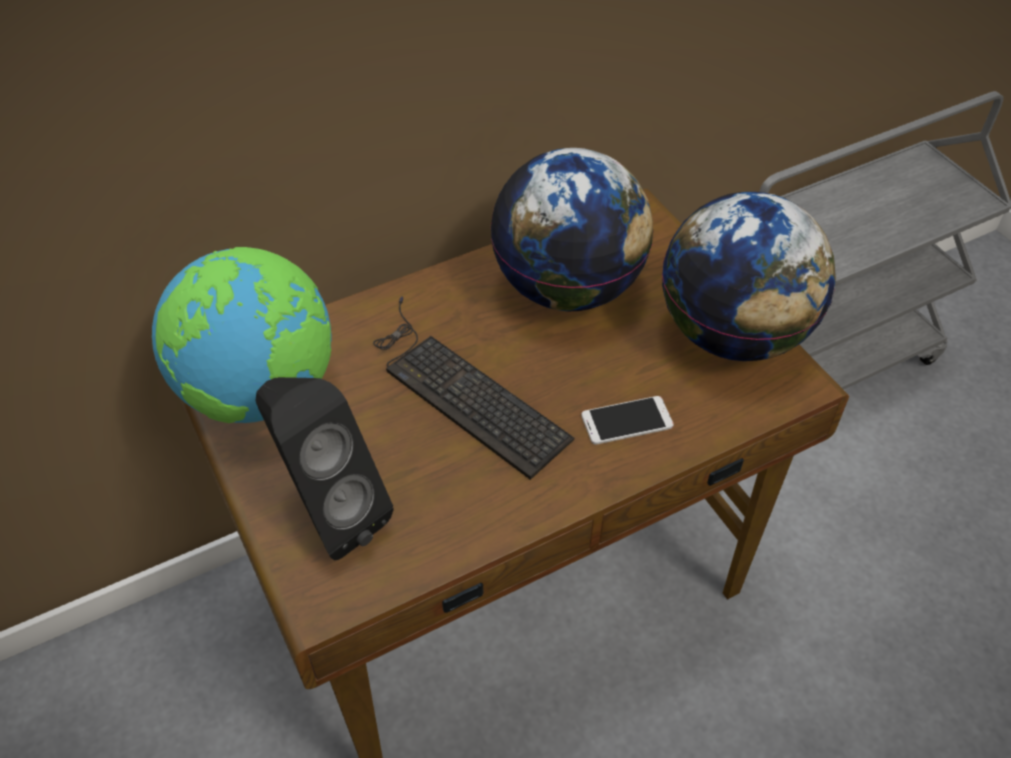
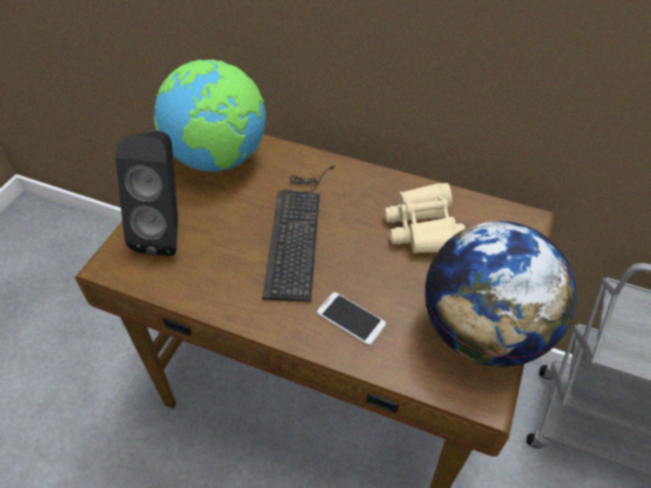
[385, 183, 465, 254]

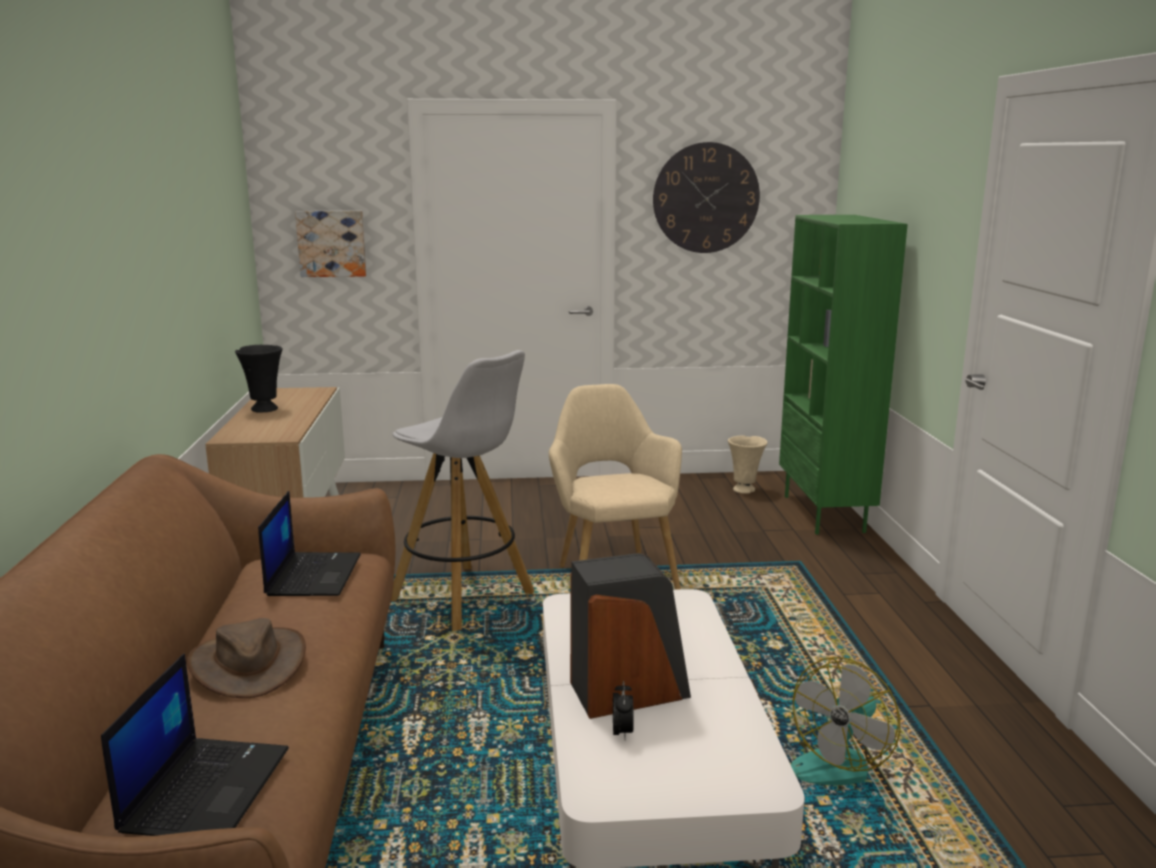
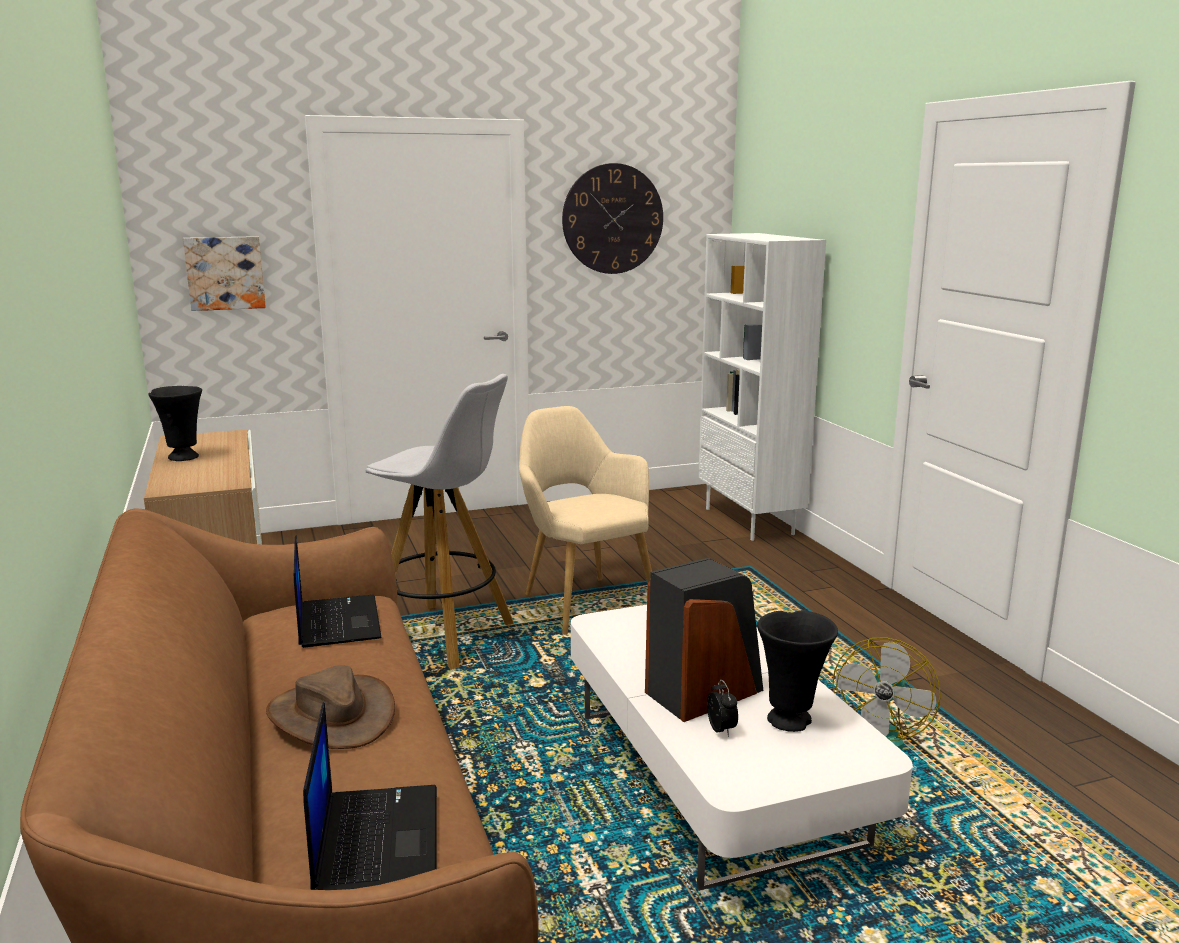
[728, 435, 767, 494] (first image)
[757, 610, 838, 732]
[698, 233, 826, 541]

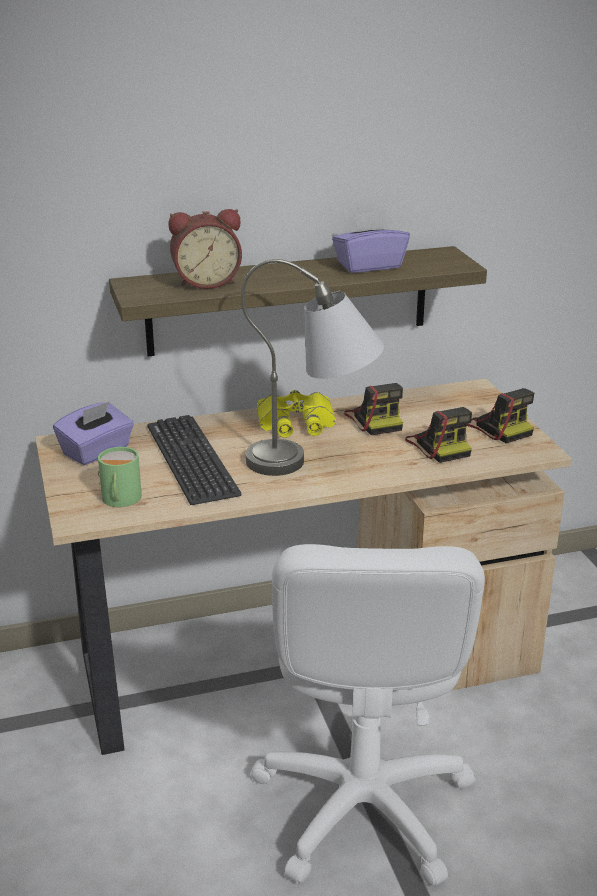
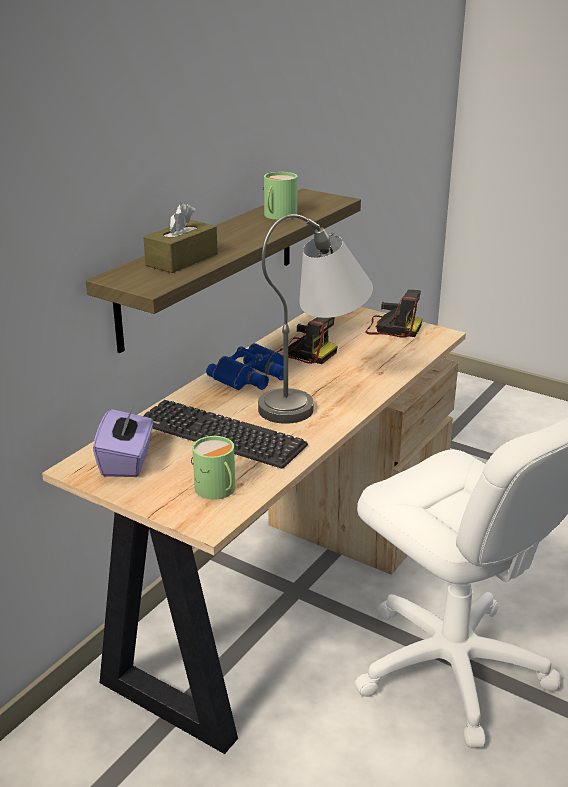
[405, 407, 472, 463] (first image)
[143, 203, 218, 273]
[263, 172, 298, 220]
[206, 343, 283, 390]

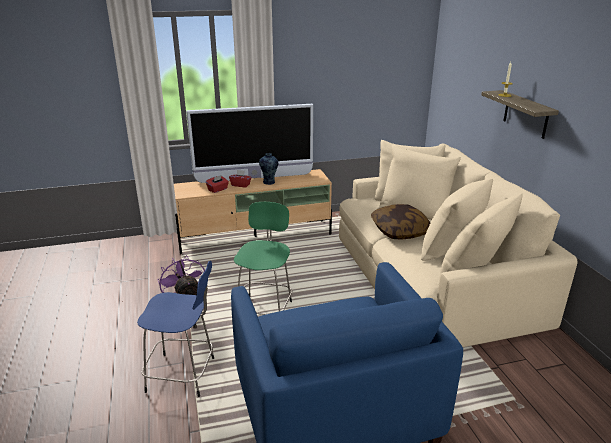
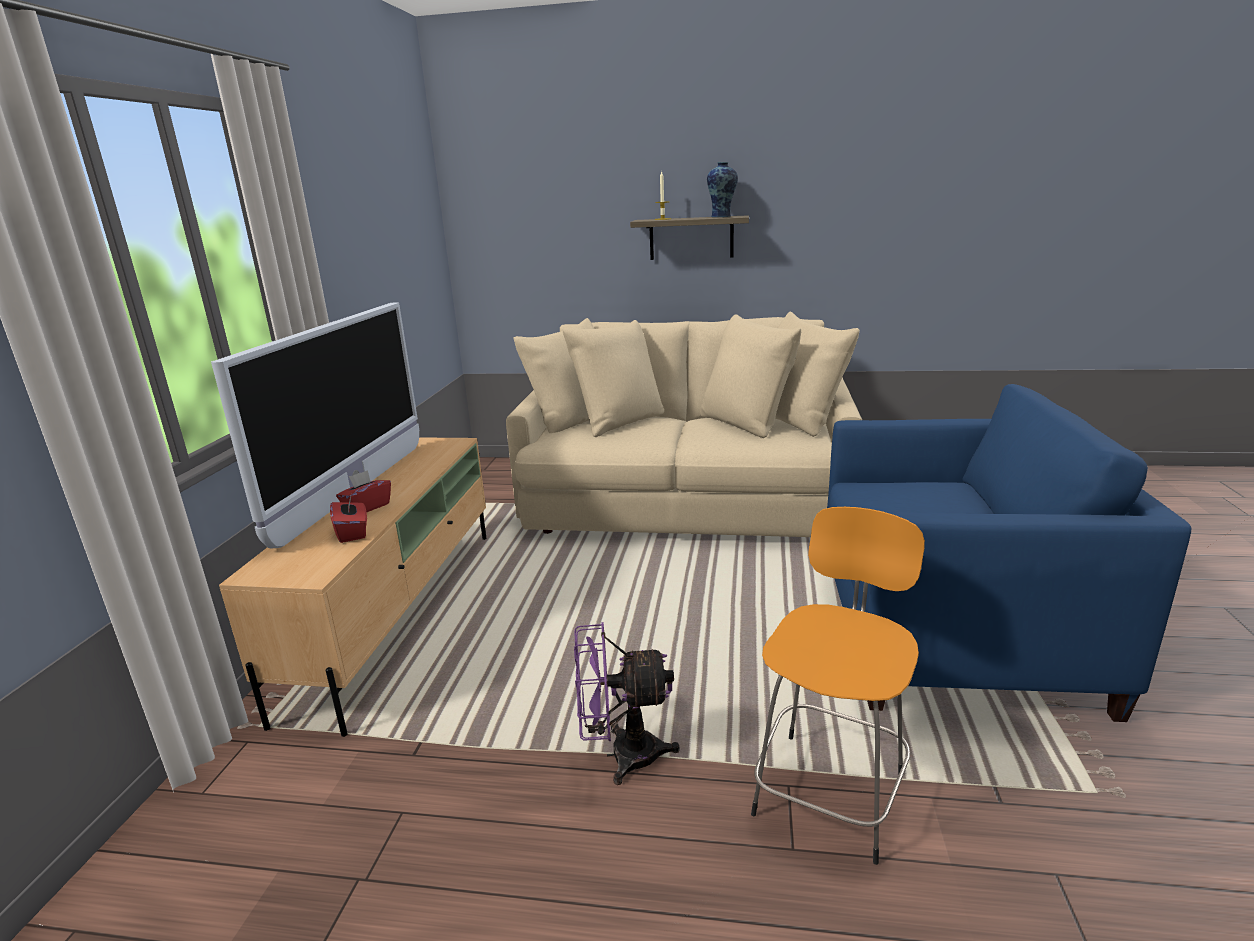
[234, 202, 292, 315] (first image)
[371, 204, 430, 240] (first image)
[707, 162, 738, 217]
[751, 507, 925, 865]

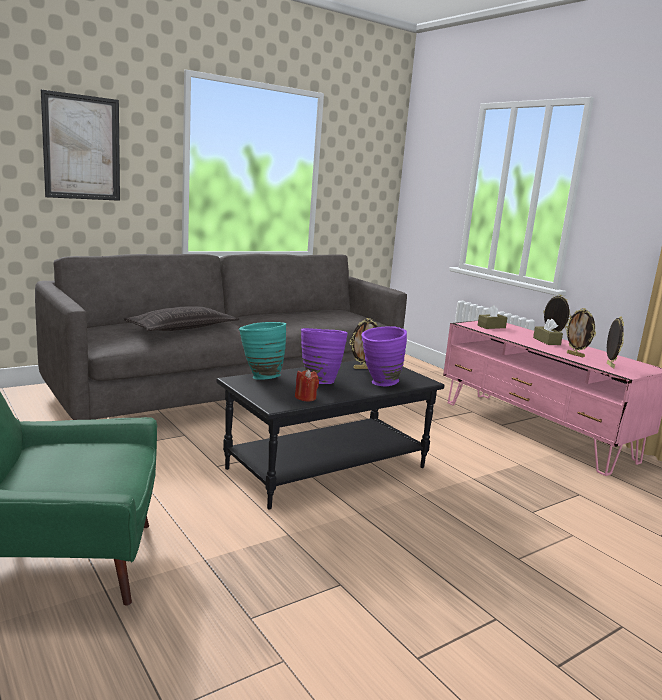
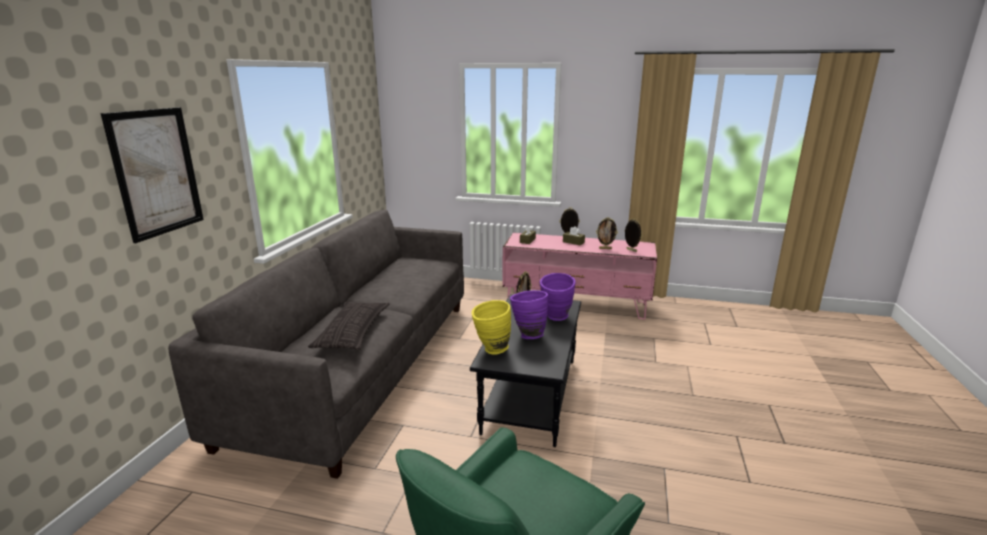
[295, 369, 319, 401] (first image)
[472, 300, 511, 355]

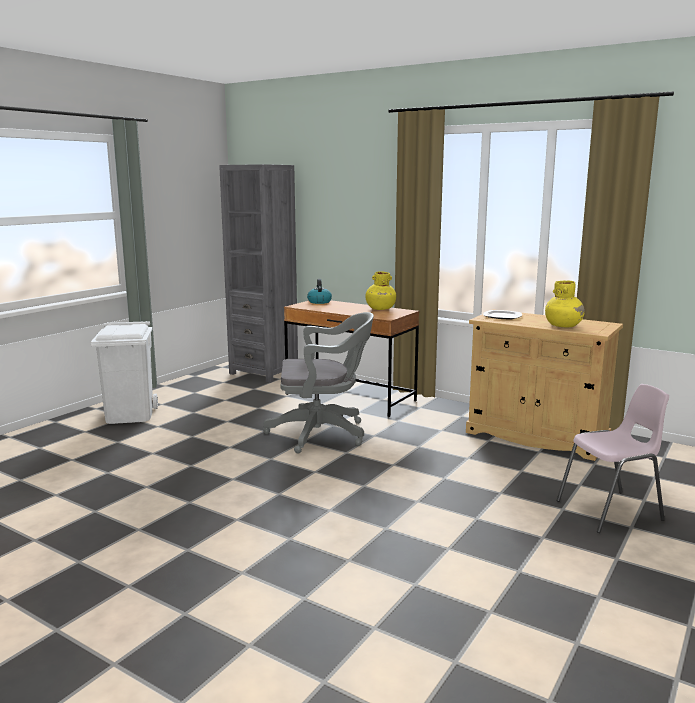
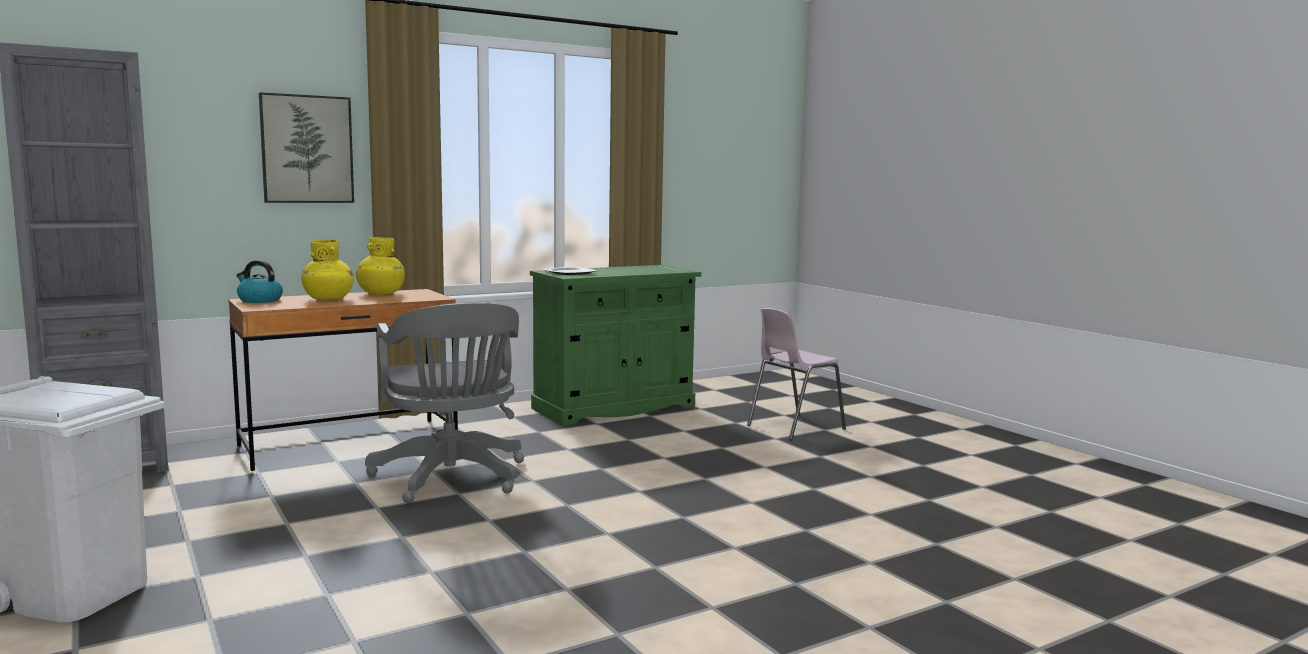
[259, 92, 354, 203]
[301, 239, 354, 300]
[530, 265, 701, 426]
[365, 303, 524, 503]
[747, 308, 846, 441]

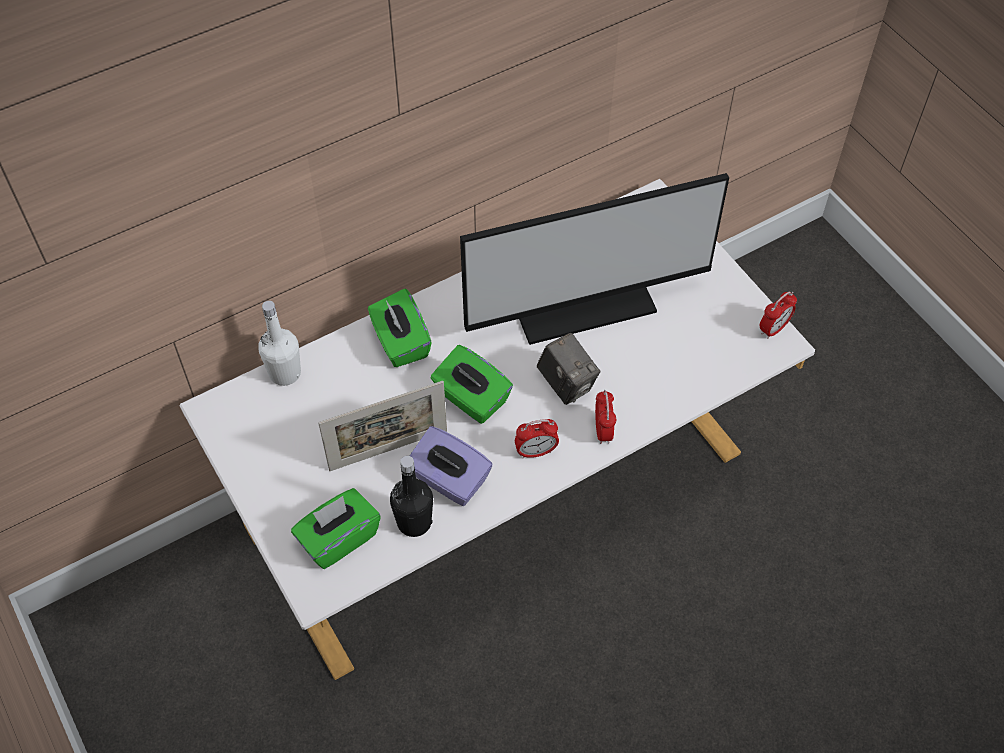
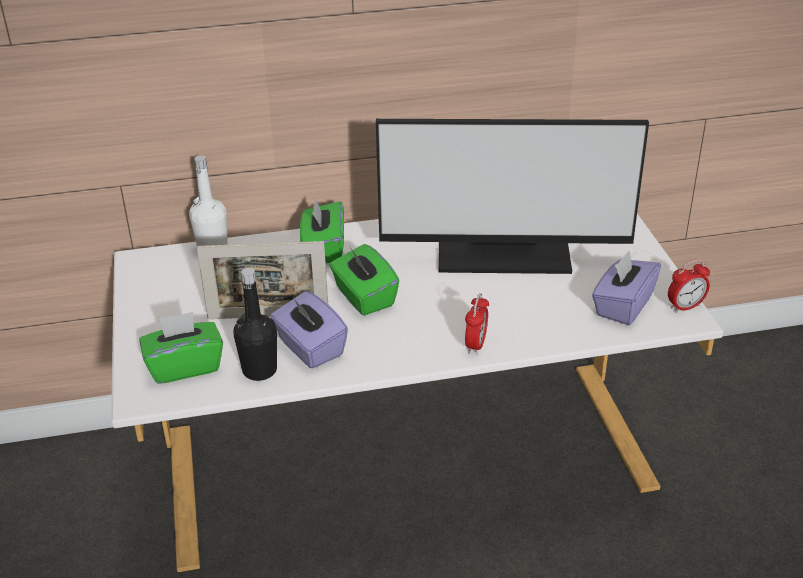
[515, 419, 559, 458] (first image)
[537, 333, 600, 405] (first image)
[592, 251, 661, 325]

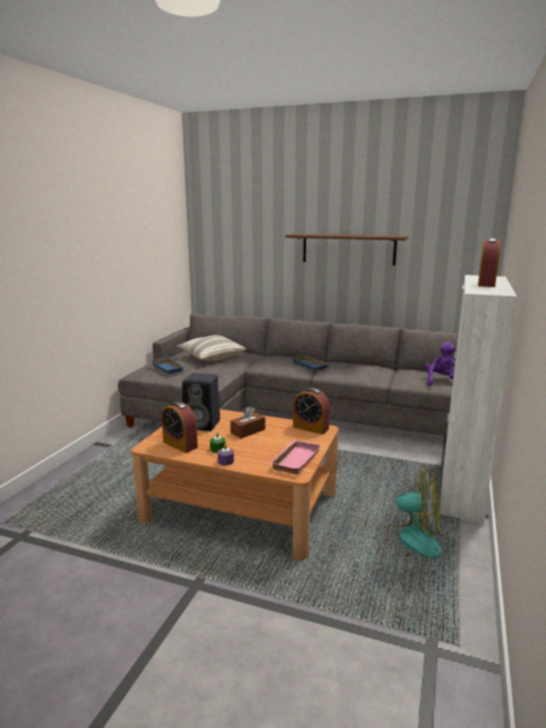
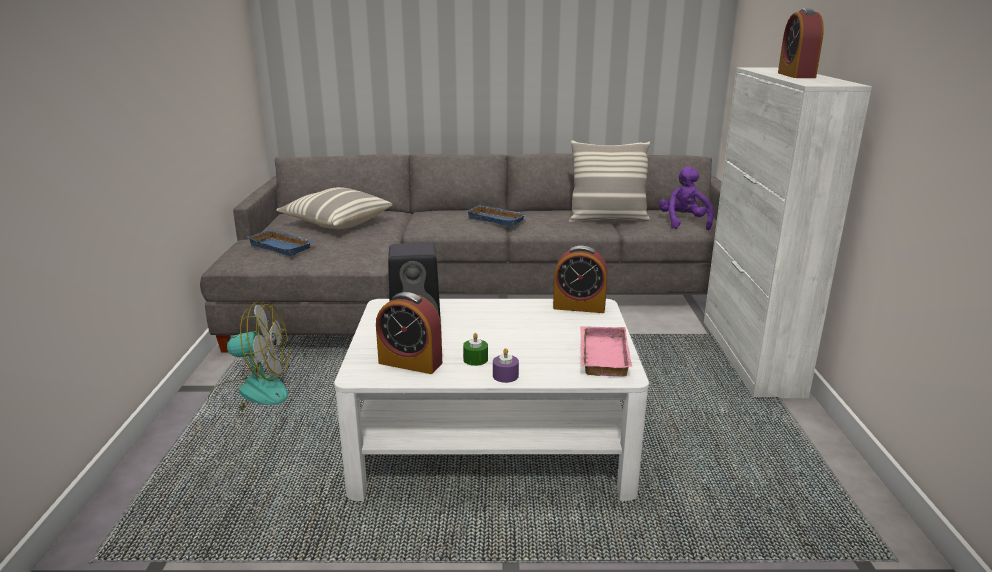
[230, 407, 265, 439] (first image)
[285, 234, 409, 265] (first image)
[569, 140, 650, 222]
[207, 301, 289, 410]
[334, 299, 649, 501]

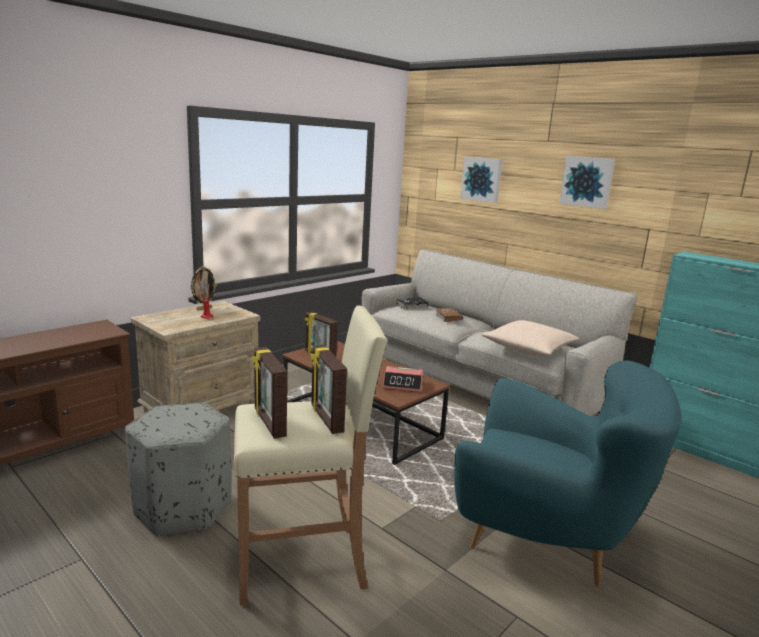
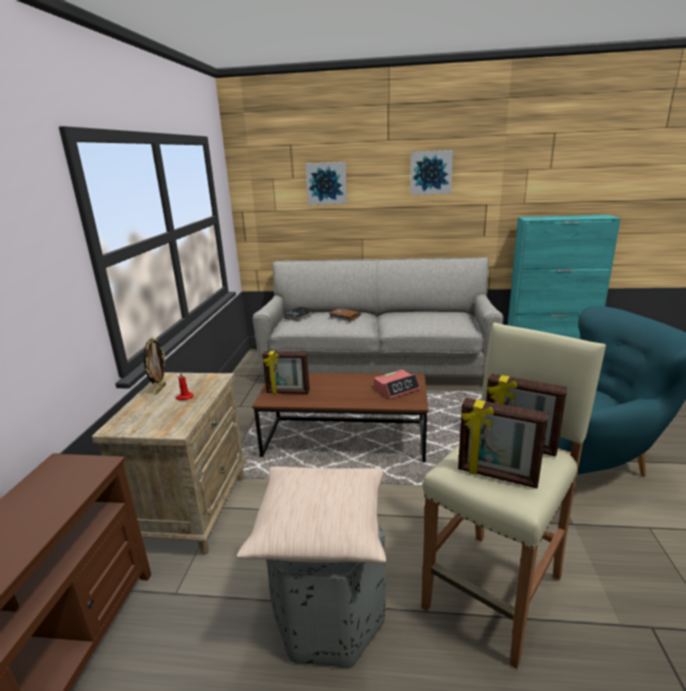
[236, 466, 386, 564]

